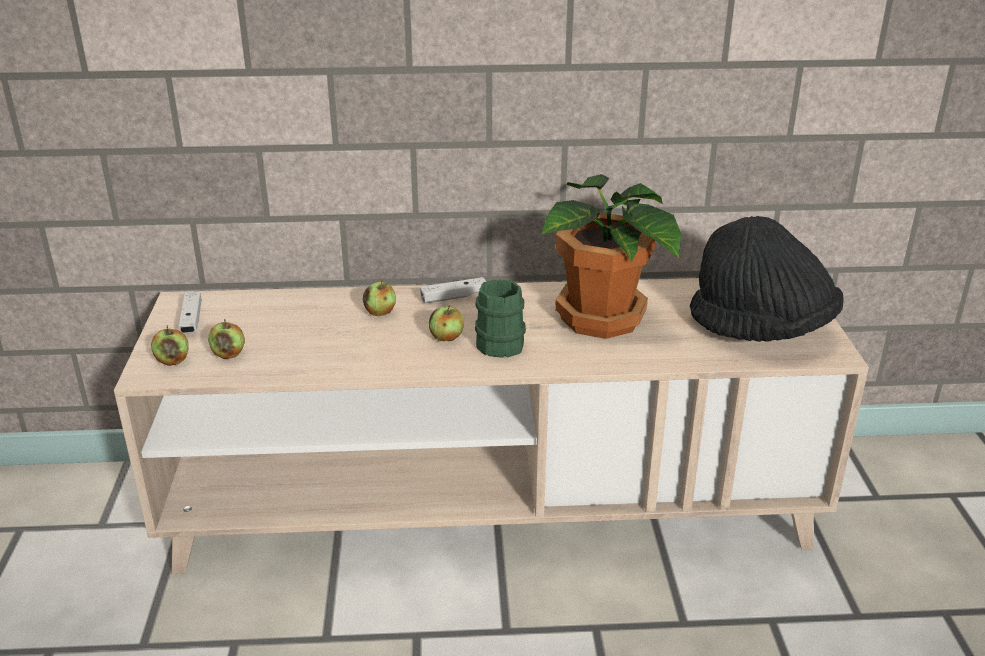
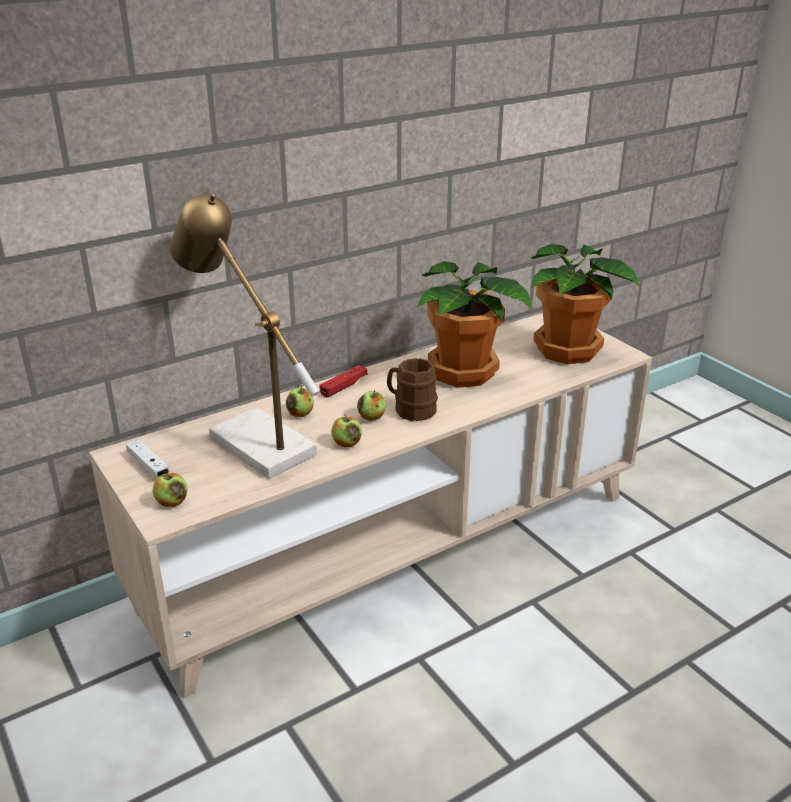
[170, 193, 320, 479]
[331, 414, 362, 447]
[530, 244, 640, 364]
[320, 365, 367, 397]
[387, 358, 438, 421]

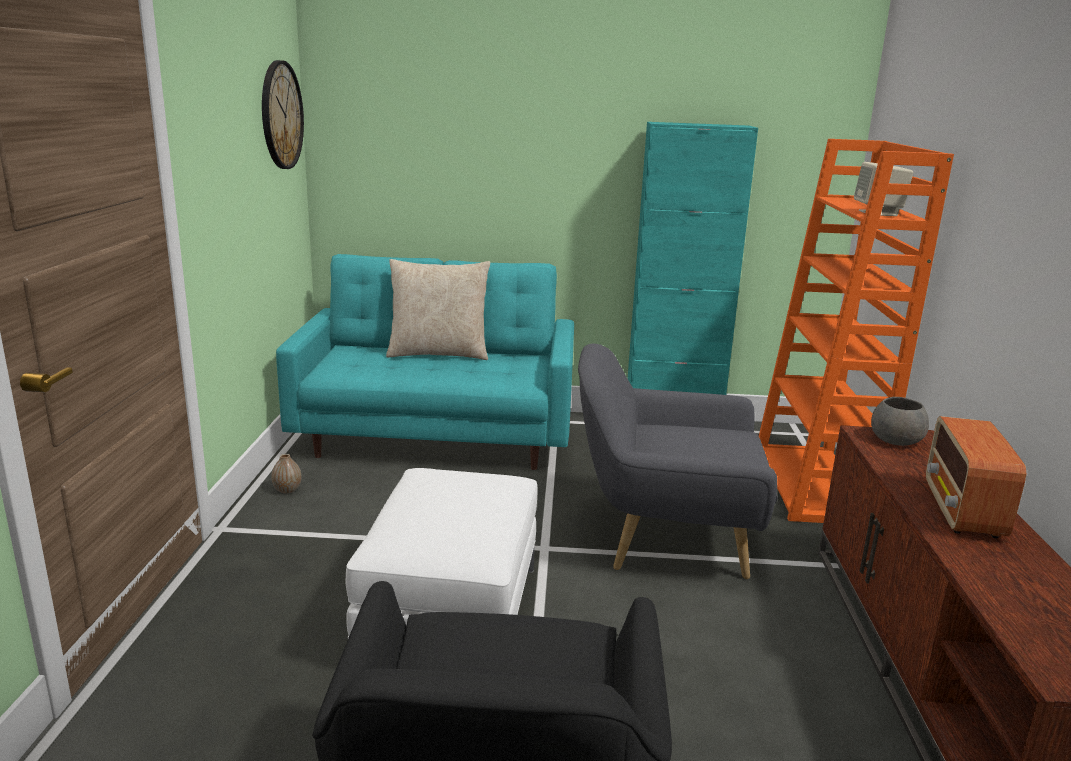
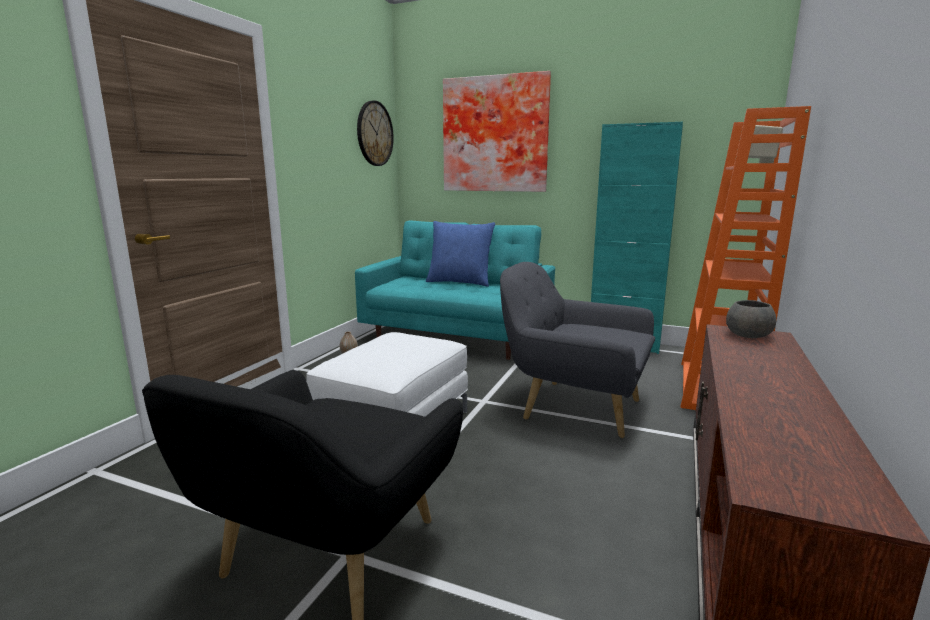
[926, 416, 1026, 538] (first image)
[443, 71, 551, 192]
[426, 221, 495, 287]

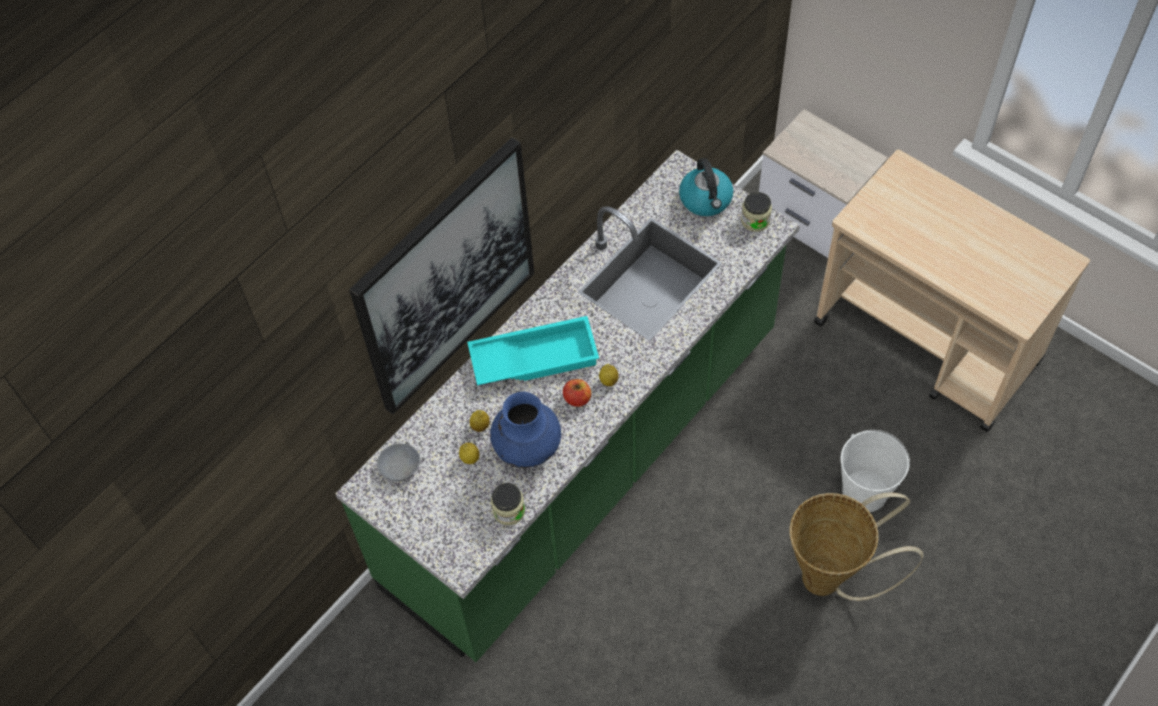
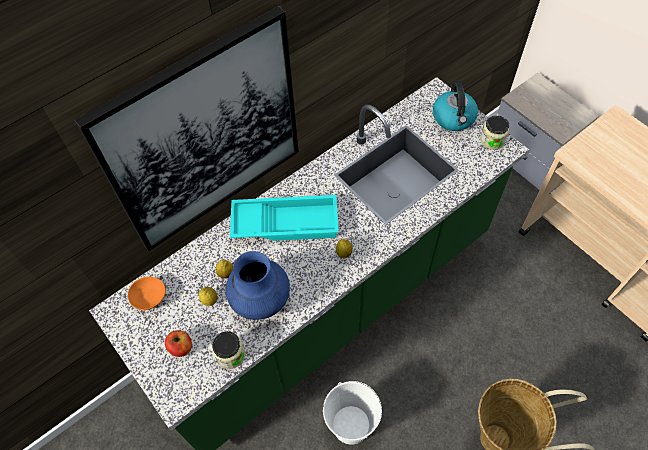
[165, 330, 192, 357]
[323, 381, 382, 445]
[128, 277, 166, 310]

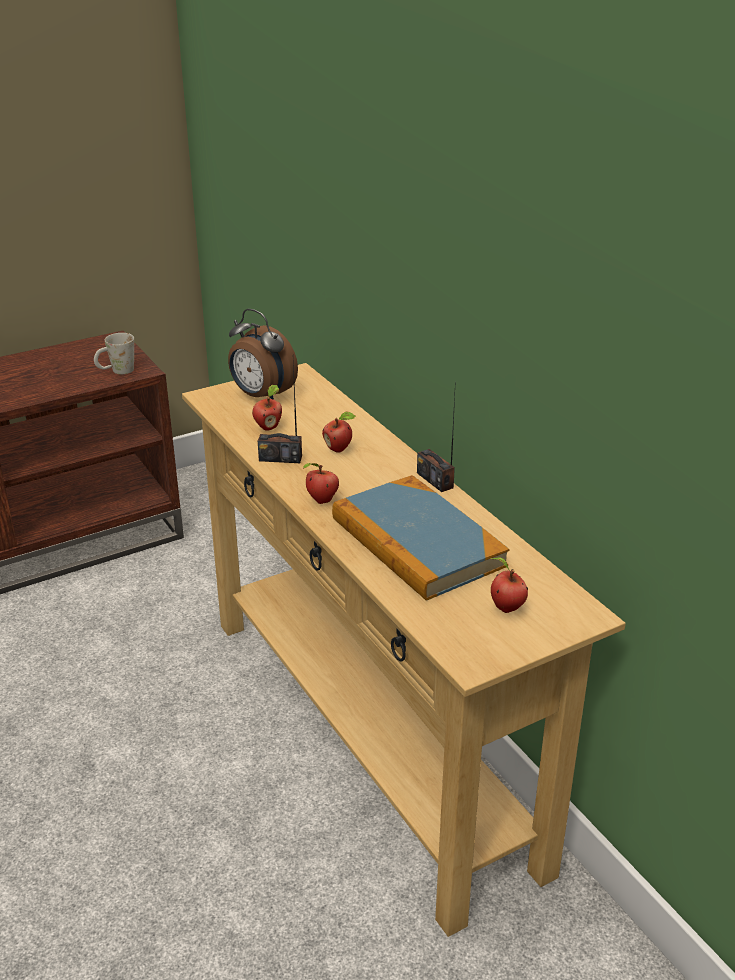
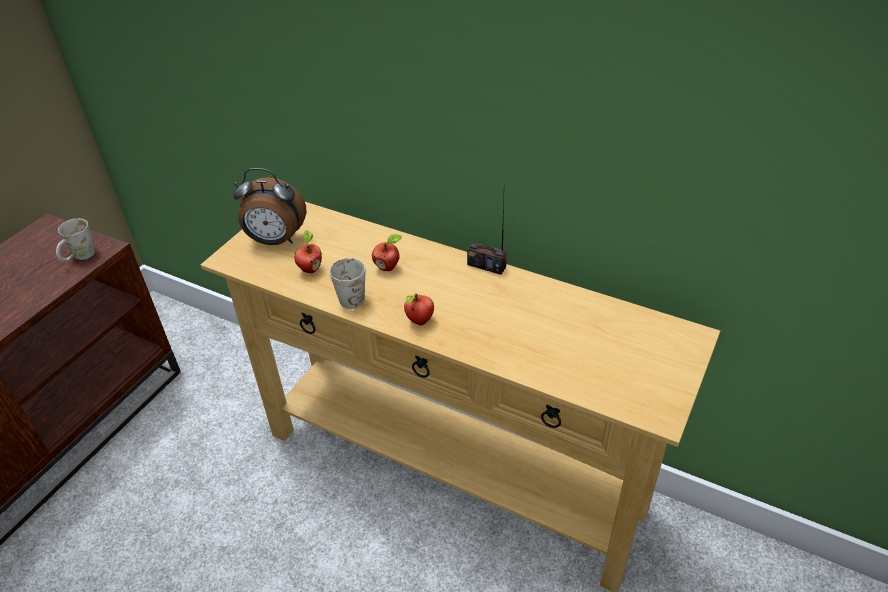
[332, 475, 510, 601] (first image)
[490, 558, 528, 613] (first image)
[329, 258, 365, 309]

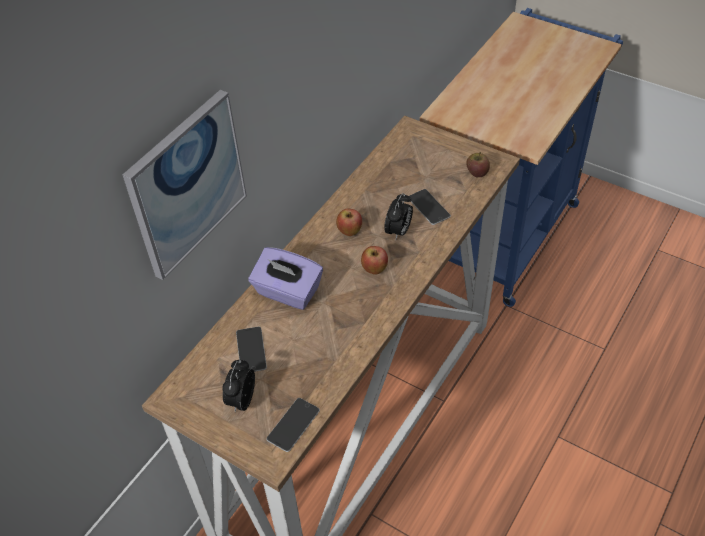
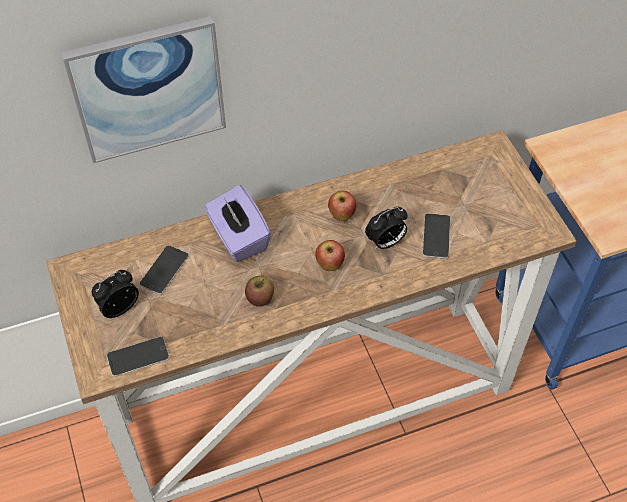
[245, 275, 274, 307]

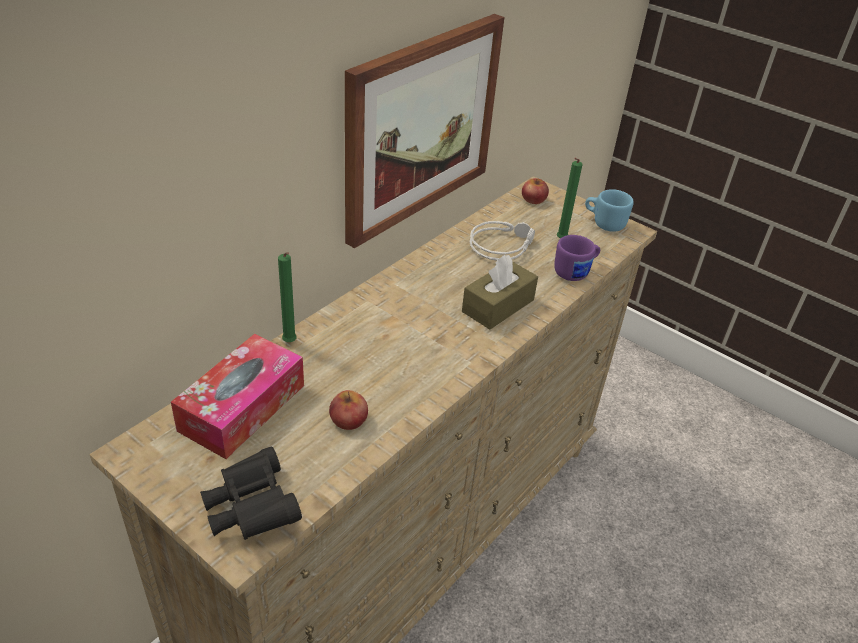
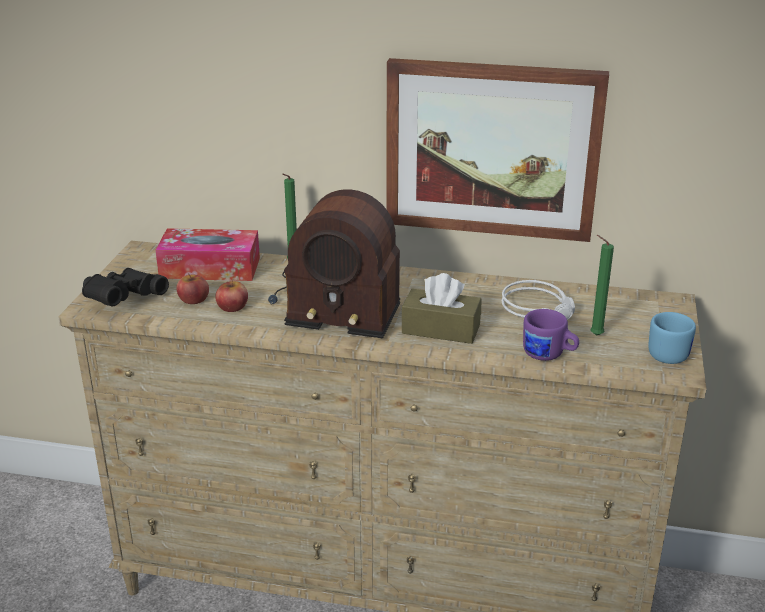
[268, 189, 400, 339]
[176, 274, 209, 304]

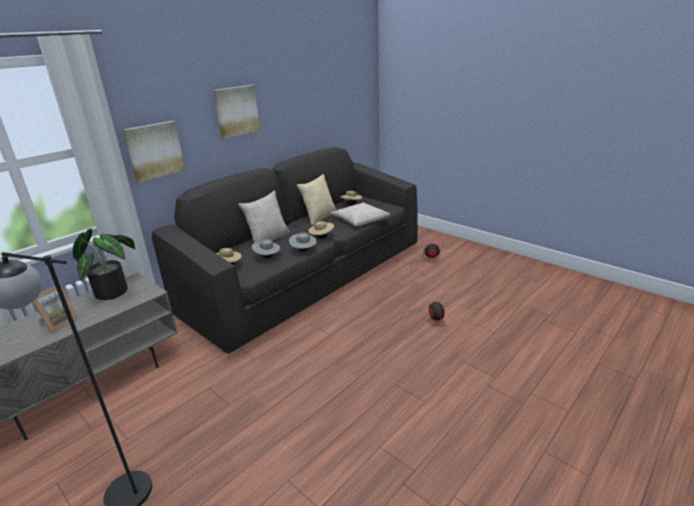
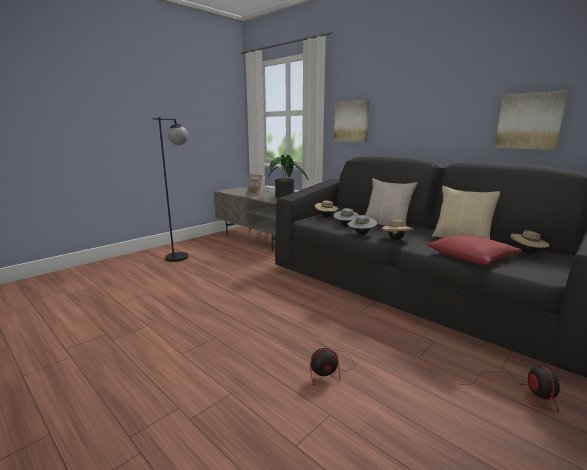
[495, 91, 568, 150]
[427, 234, 522, 265]

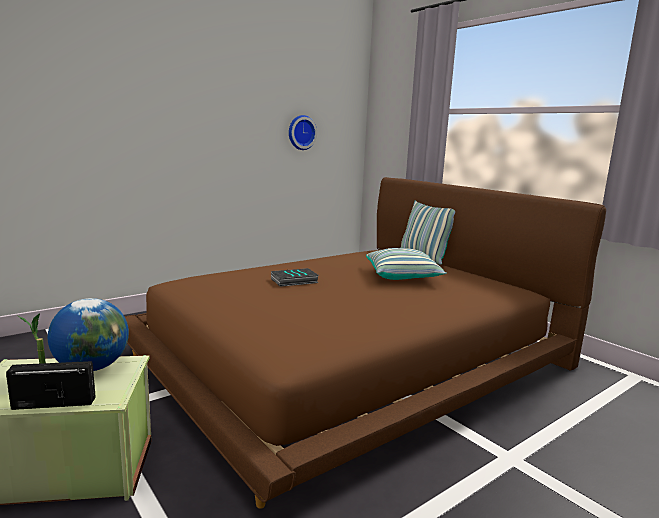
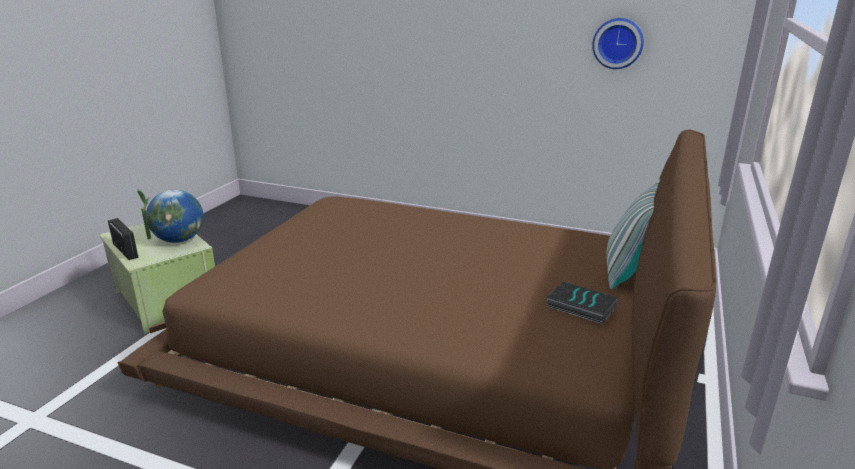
[366, 248, 447, 280] (first image)
[546, 281, 618, 324]

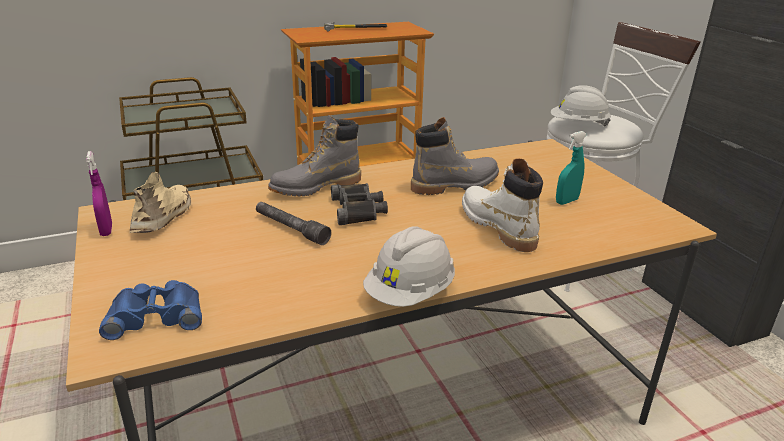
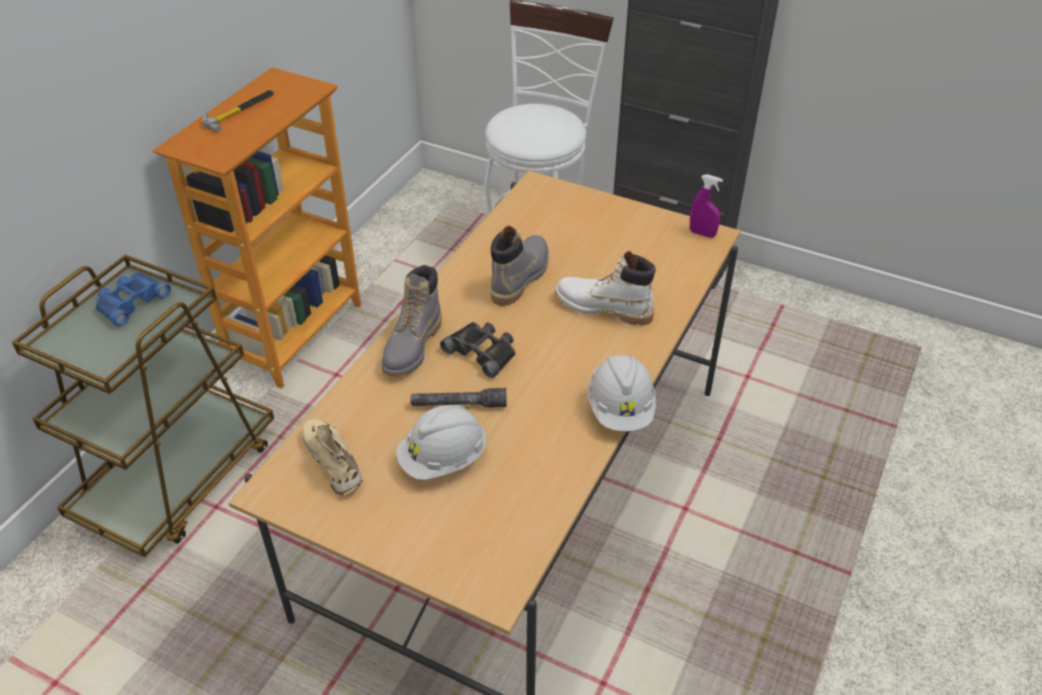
[556, 131, 587, 205] (first image)
[690, 174, 723, 238]
[96, 273, 171, 327]
[396, 405, 487, 480]

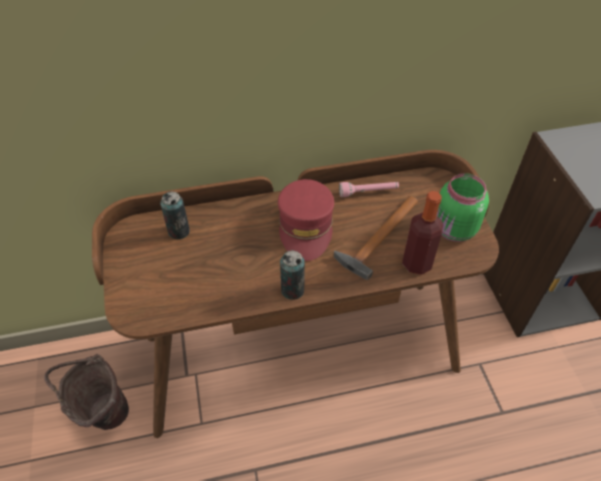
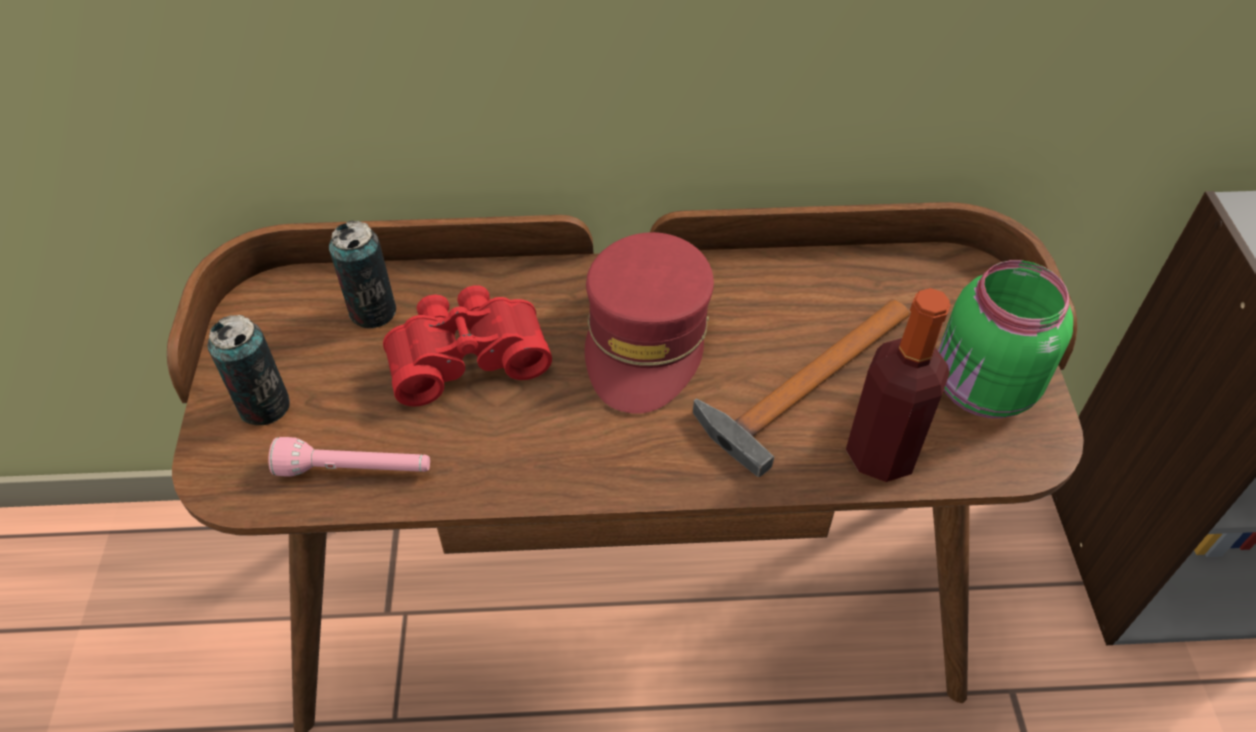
[44, 354, 129, 430] (first image)
[383, 285, 552, 406]
[208, 315, 290, 425]
[268, 437, 430, 477]

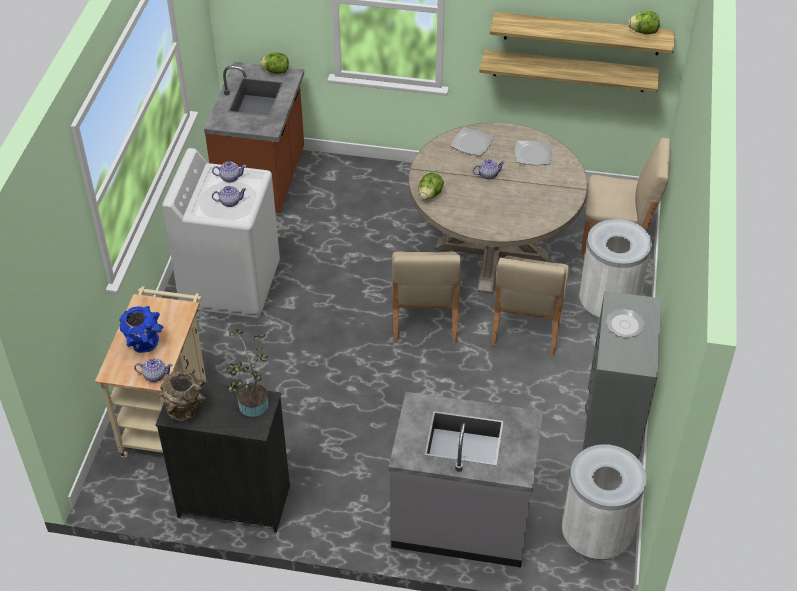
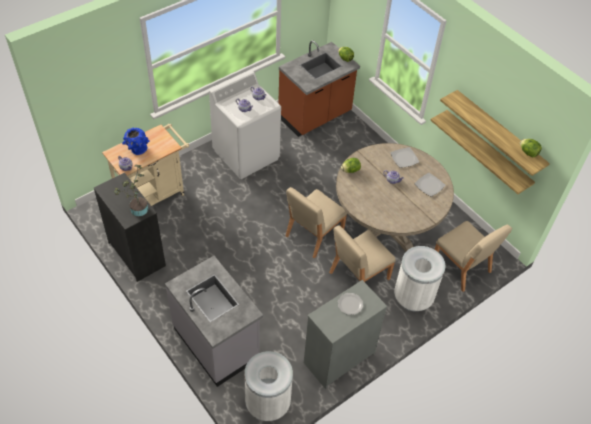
[159, 366, 206, 421] (first image)

